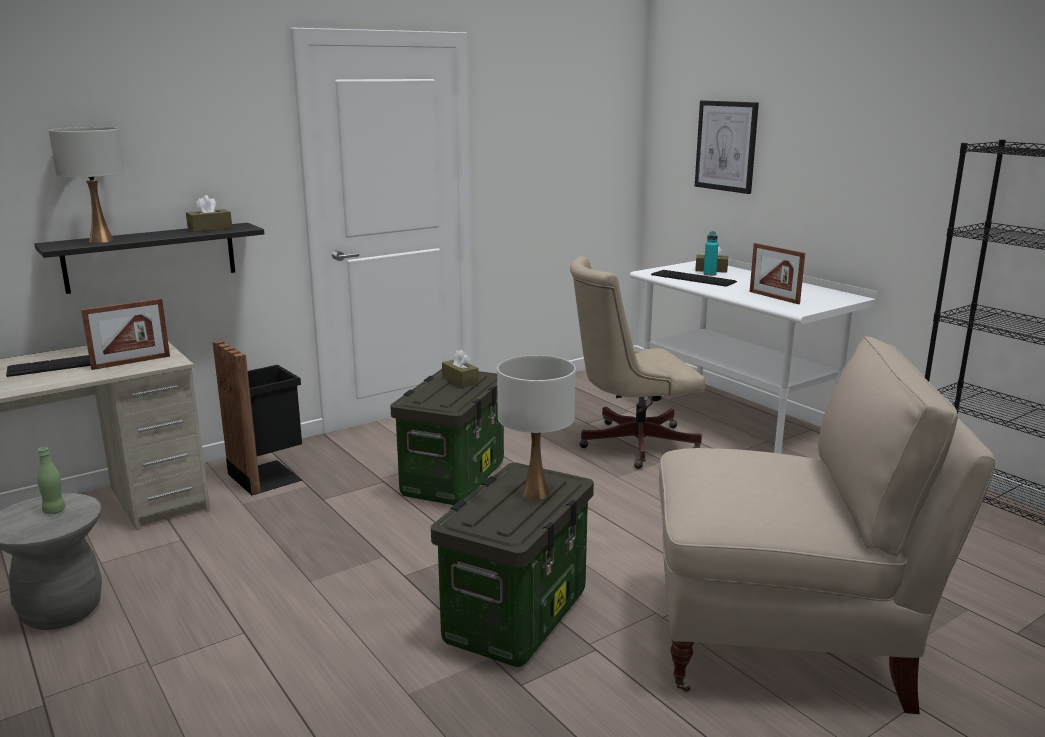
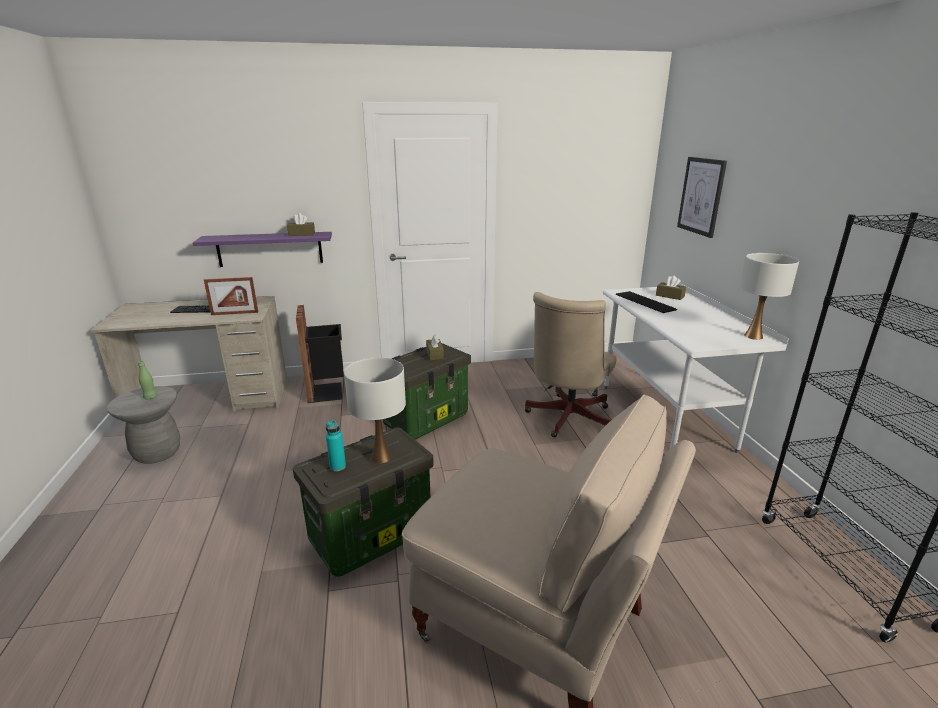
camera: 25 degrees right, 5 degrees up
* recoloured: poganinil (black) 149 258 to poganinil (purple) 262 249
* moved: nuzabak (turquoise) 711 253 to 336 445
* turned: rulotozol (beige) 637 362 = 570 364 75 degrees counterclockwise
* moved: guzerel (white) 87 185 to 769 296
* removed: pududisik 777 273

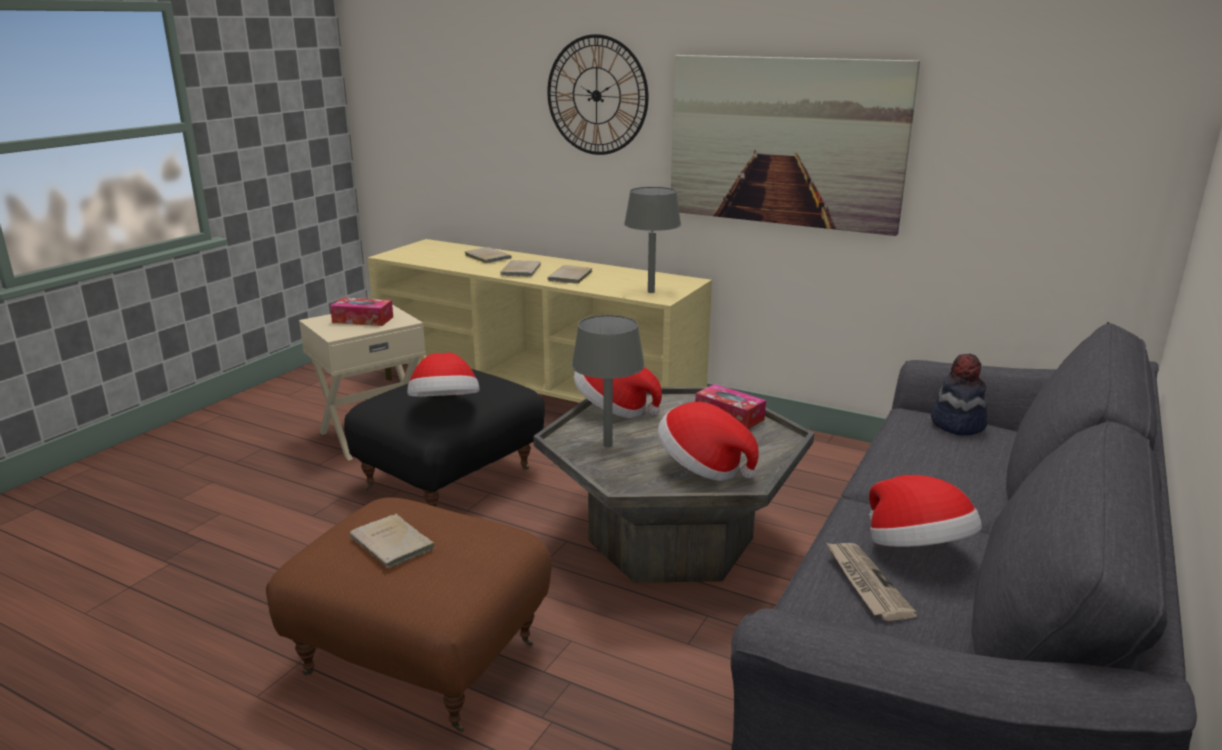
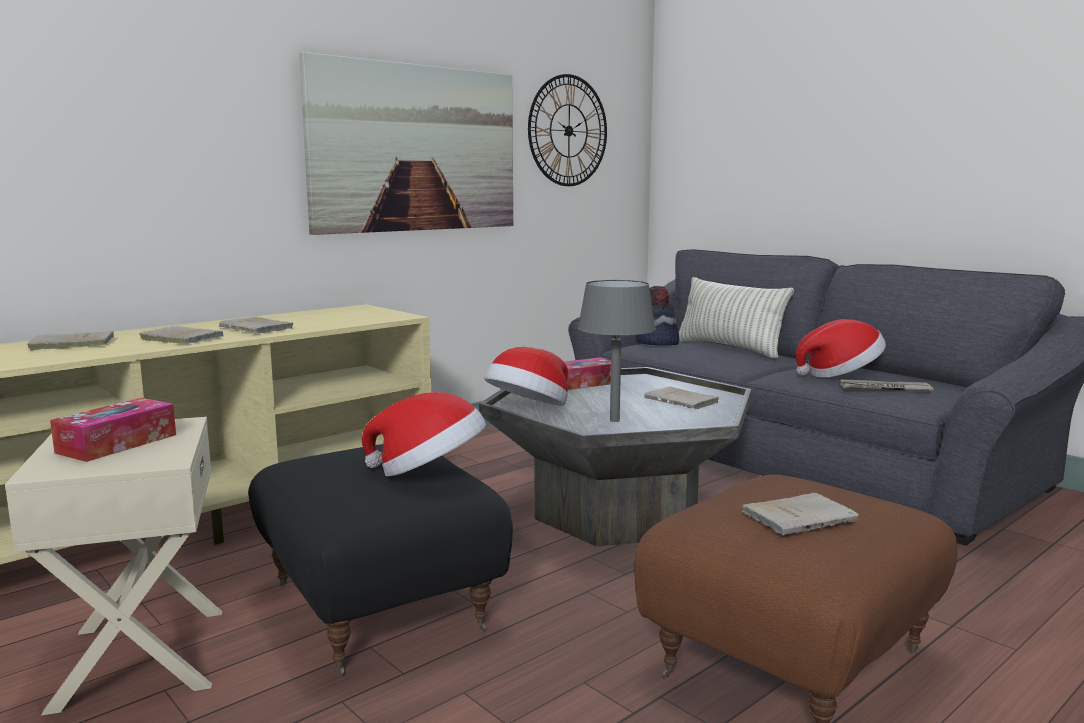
camera: 70 degrees left, 10 degrees down
* moved: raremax 598 94 to 567 130
* replaced: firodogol 708 441 to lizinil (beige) 681 398
* added: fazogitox 736 318
* removed: guzerel (grey) 652 240

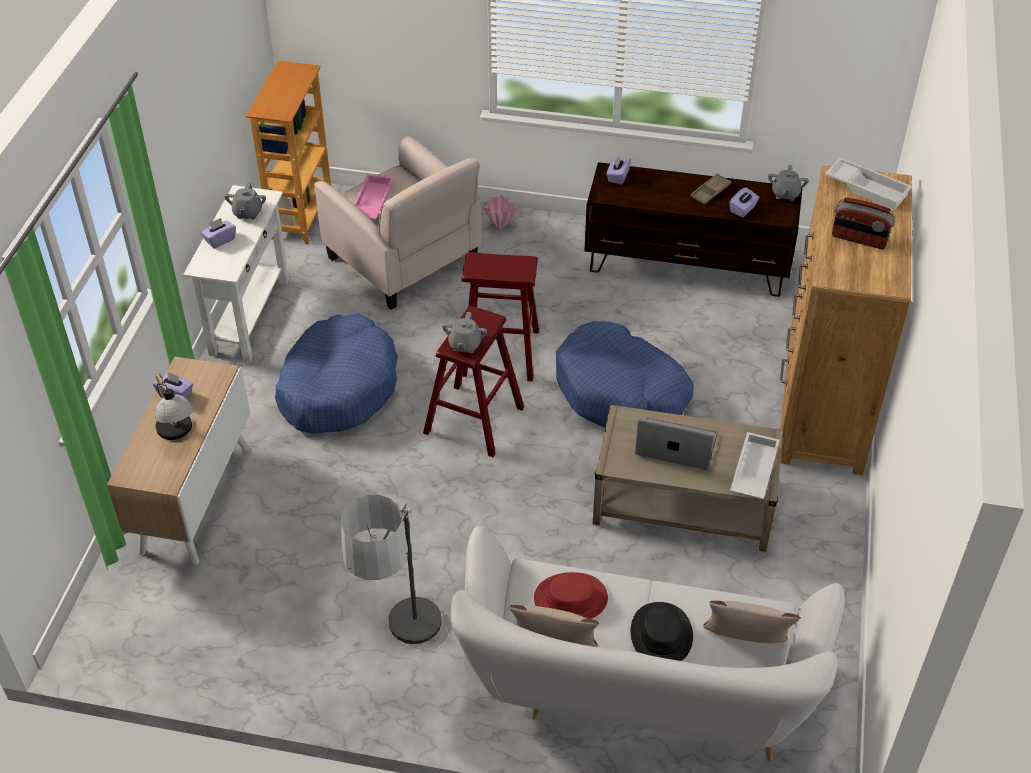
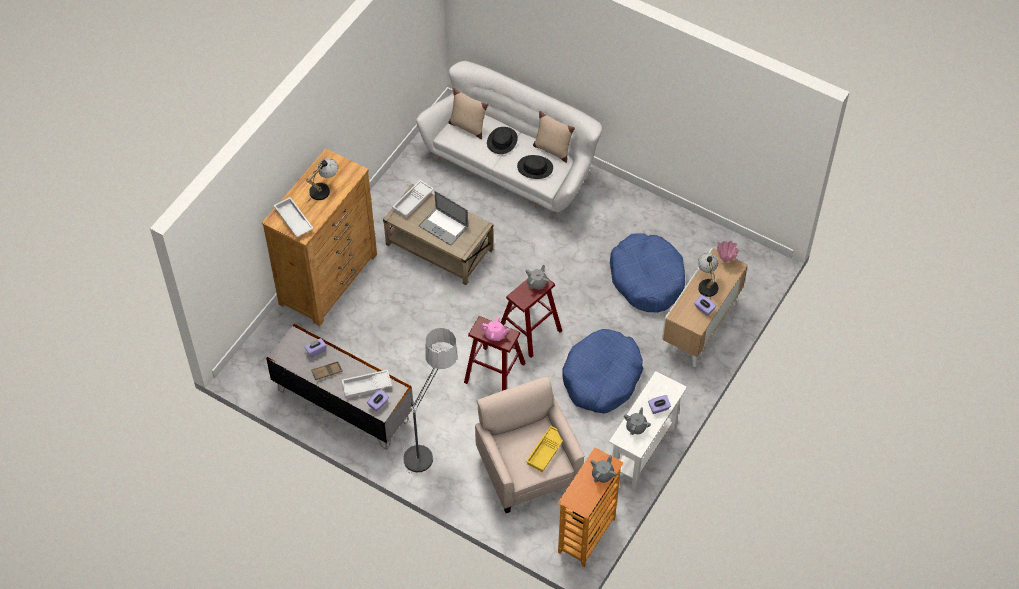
camera: 160 degrees left, 10 degrees up
* recoloured: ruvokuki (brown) 693 229 to ruvokuki (grey) 339 387
* replaced: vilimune 863 223 to guzerel 322 180
* added: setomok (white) 367 384
* moved: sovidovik 395 573 to 430 401
* added: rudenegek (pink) 495 328
* recoloured: firodogol (red) 571 595 to firodogol (black) 535 167
* recoloured: setomok (pink) 374 197 to setomok (yellow) 544 448
* moved: rudenegek (grey) 788 183 to 603 469
* moved: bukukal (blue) 625 374 to 647 273
* moved: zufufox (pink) 500 212 to 728 251

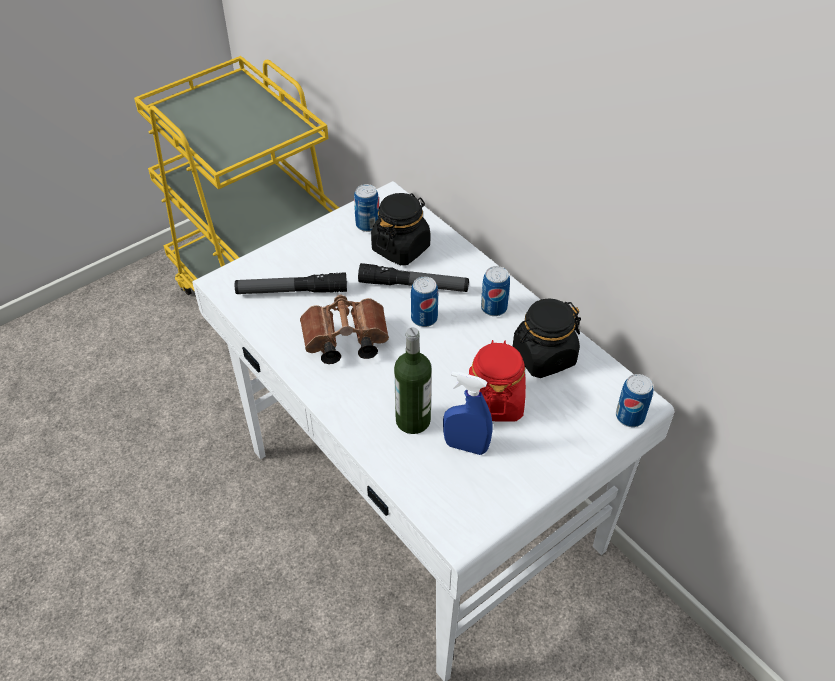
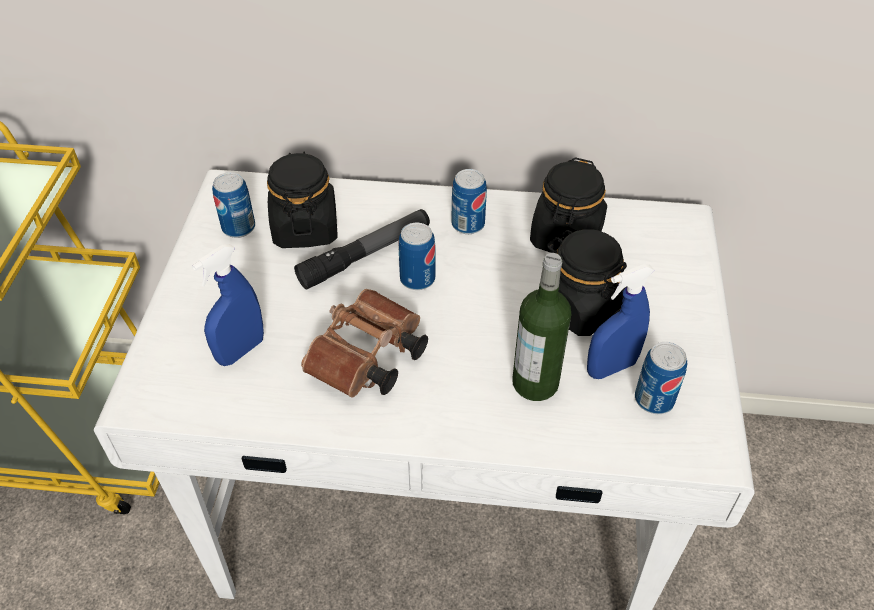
camera: 45 degrees left, 0 degrees up
* replaced: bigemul 291 283 to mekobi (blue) 228 305
* recoloured: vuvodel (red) 497 381 to vuvodel (black) 587 282
* moved: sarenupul 634 400 to 661 378

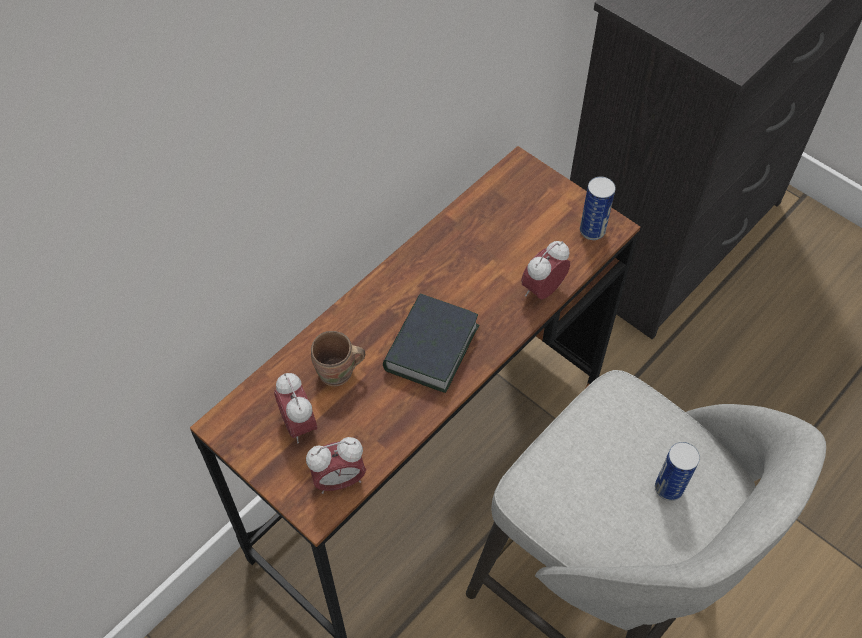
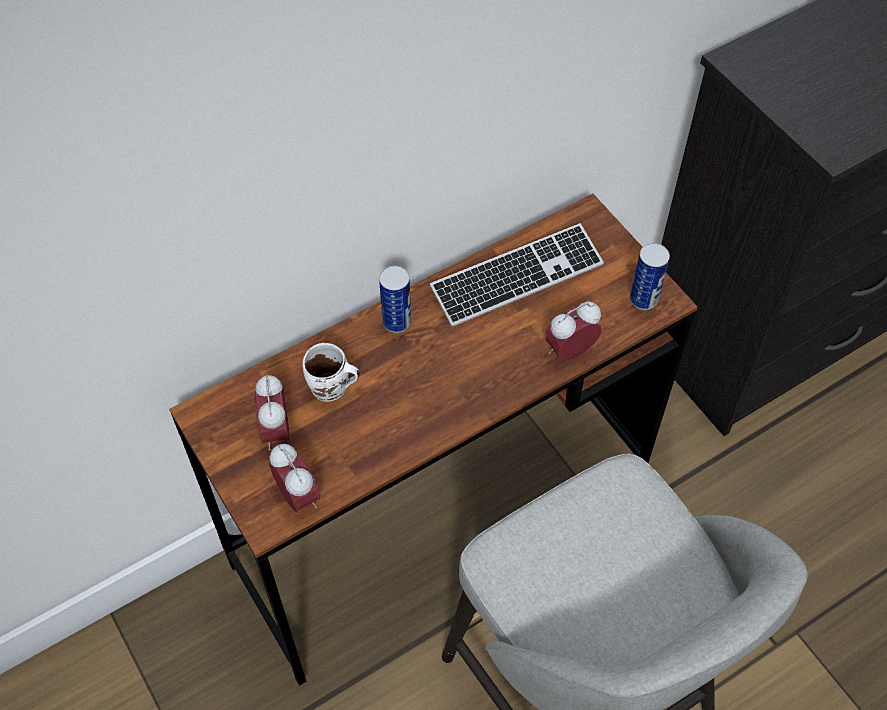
camera: 15 degrees right, 0 degrees up
* turned: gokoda 336 465 = 294 478 120 degrees counterclockwise
* recoloured: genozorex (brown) 338 358 to genozorex (white) 331 372
* moved: sarenupul 677 471 to 395 299
* added: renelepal 517 275
* removed: lizinil 431 343

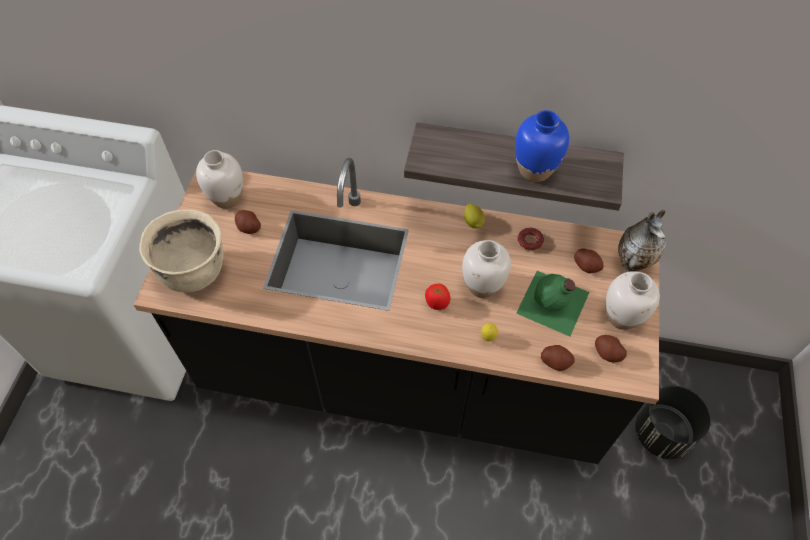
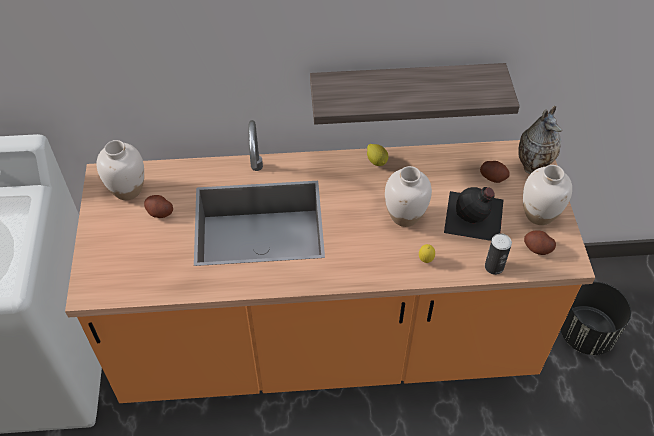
camera: 15 degrees left, 5 degrees down
* recoloured: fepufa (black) 396 311 to fepufa (orange) 330 261
* recoloured: nuzabak (green) 552 304 to nuzabak (black) 473 214
* replaced: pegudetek 558 358 to sarenupul 498 254
* removed: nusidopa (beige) 181 251
* removed: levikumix 437 297
* removed: zufufox (blue) 542 146
* removed: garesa 531 239

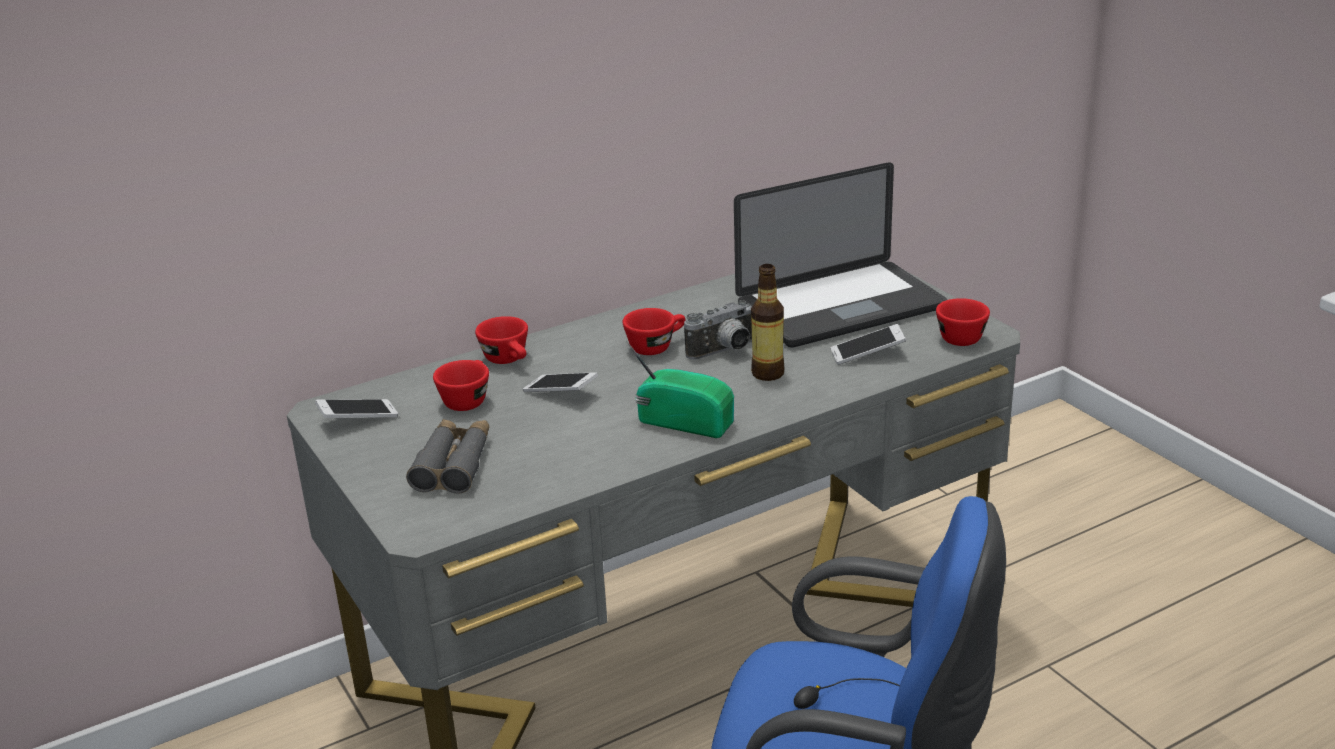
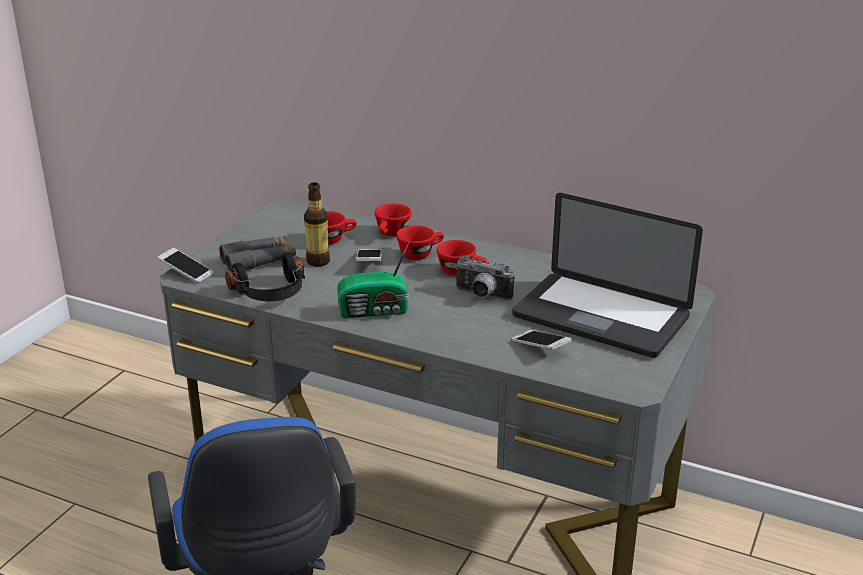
camera: 55 degrees right, 0 degrees up
* moved: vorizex 356 408 to 185 266
* added: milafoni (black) 265 276
* moved: nuzabak 767 322 to 317 224
* turned: vilimune 680 389 = 373 280 90 degrees clockwise
* moved: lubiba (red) 963 322 to 420 242

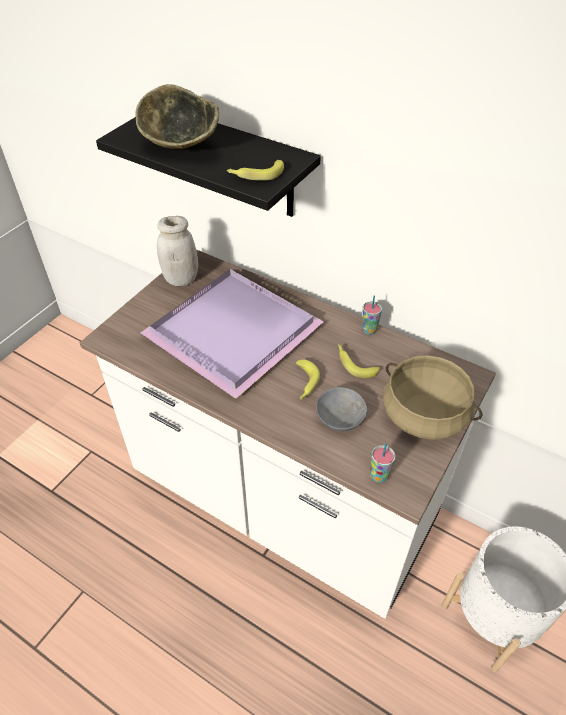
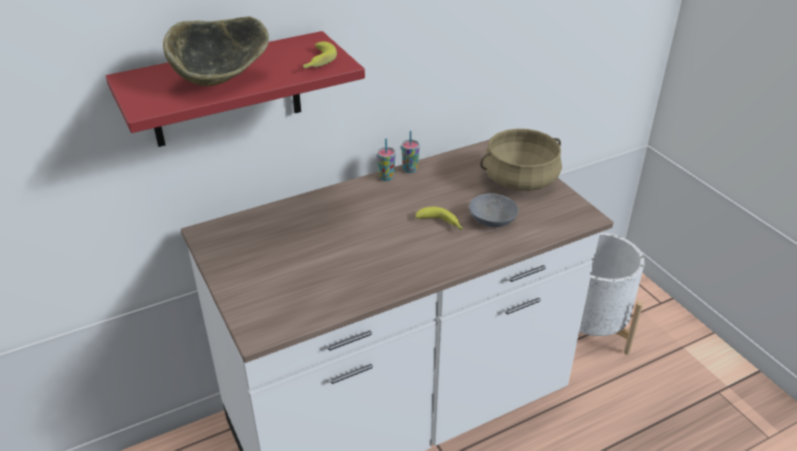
camera: 60 degrees left, 10 degrees down
* recoloured: poganinil (black) 208 167 to poganinil (red) 235 89
* moved: lubiba 383 463 to 386 159
* removed: setomok (purple) 232 334
* removed: vuvodel (white) 177 251
* removed: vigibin 358 361

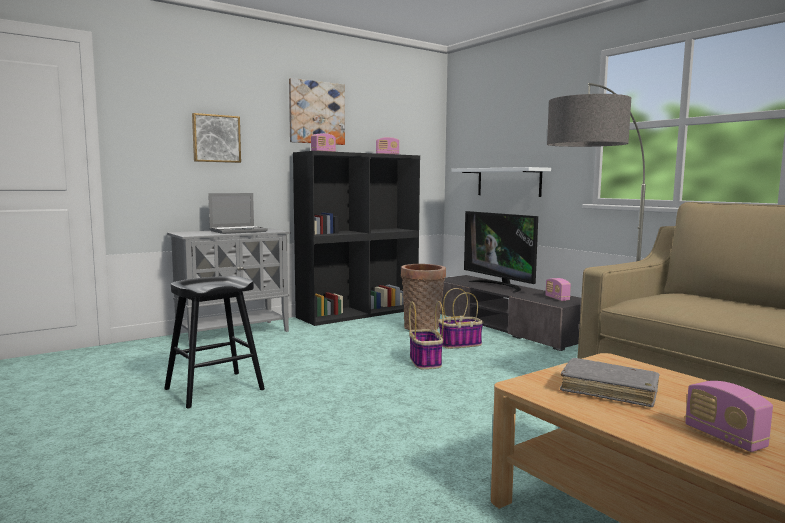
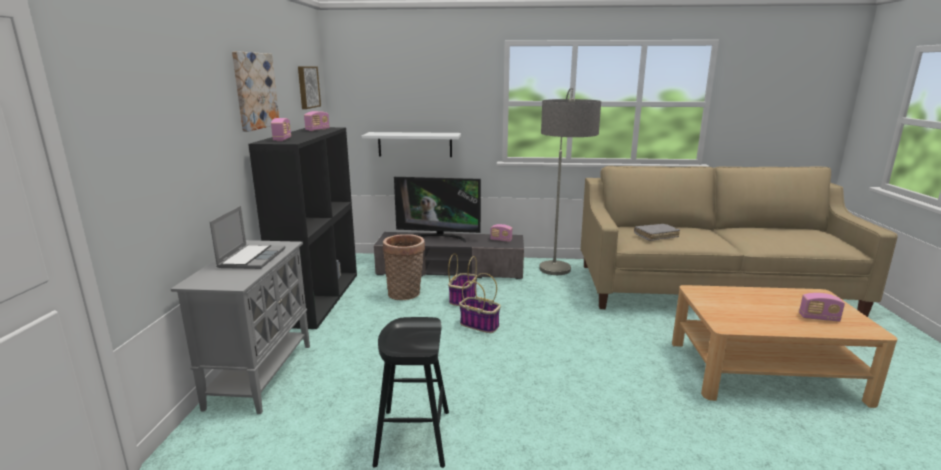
camera: 50 degrees left, 10 degrees up
* moved: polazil 216 138 to 309 87
* moved: lizinil (grey) 610 382 to 657 232

